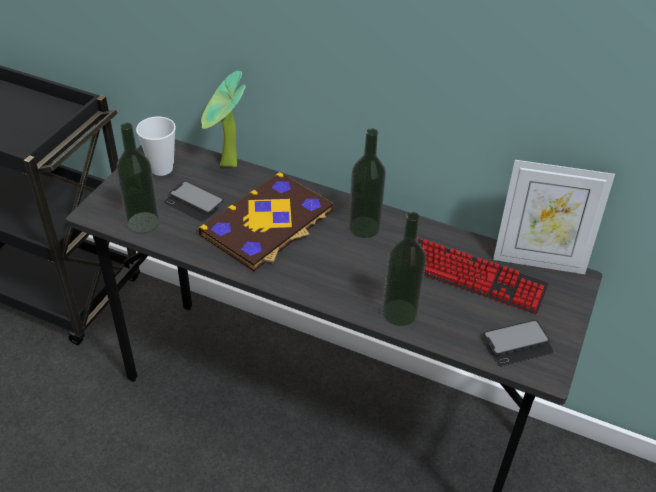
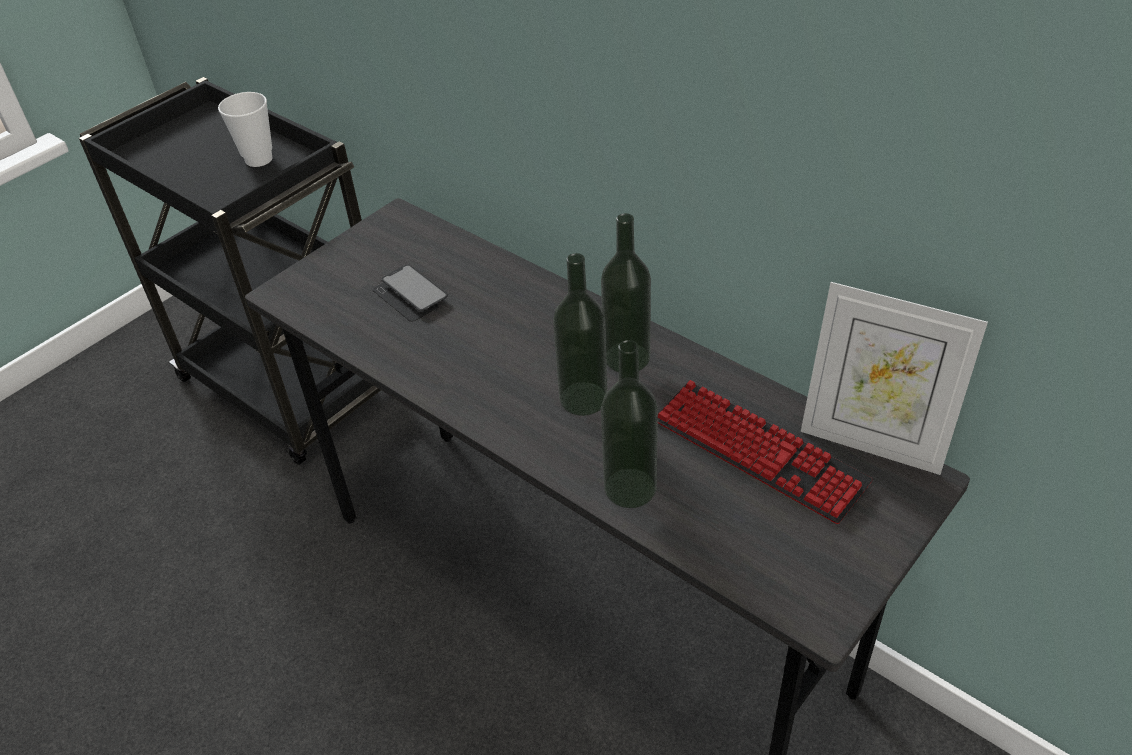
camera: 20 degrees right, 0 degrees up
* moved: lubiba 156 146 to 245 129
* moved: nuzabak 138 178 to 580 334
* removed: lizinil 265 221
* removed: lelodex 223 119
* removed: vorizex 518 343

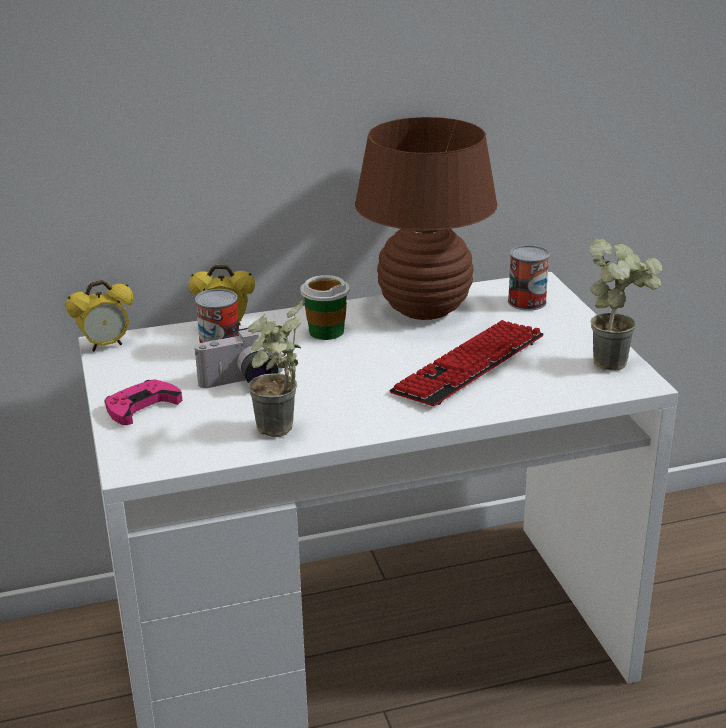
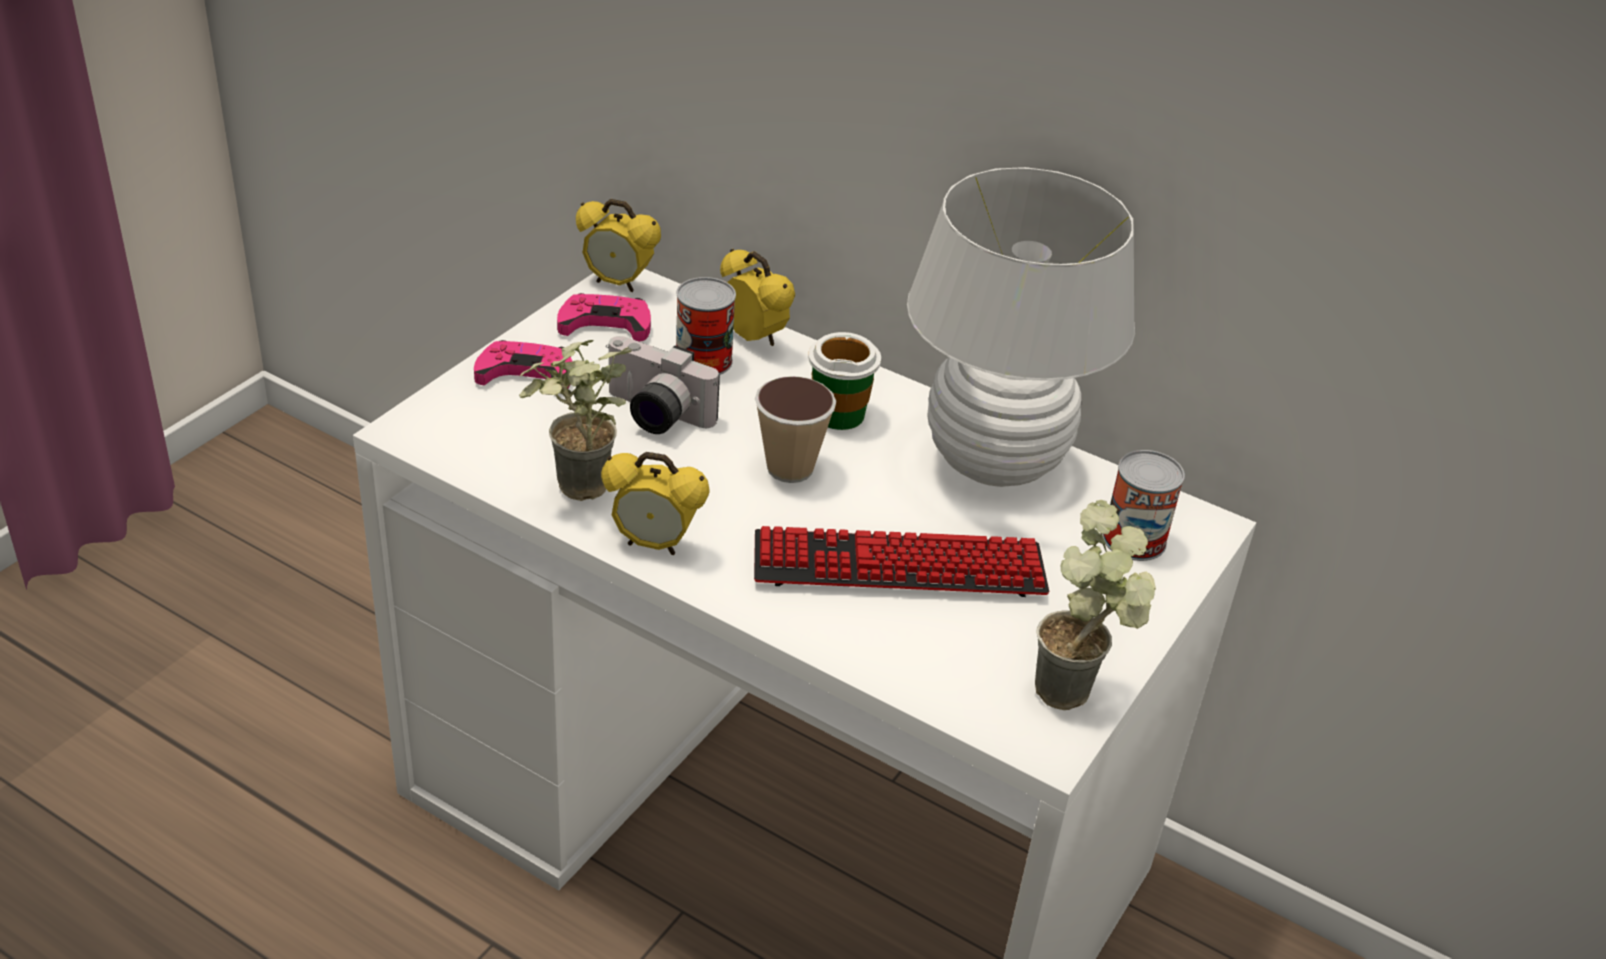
camera: 45 degrees right, 10 degrees up
* added: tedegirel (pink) 604 317
* added: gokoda 655 503
* added: lubiba 795 429
* recoloured: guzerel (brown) 426 218 to guzerel (white) 1021 327

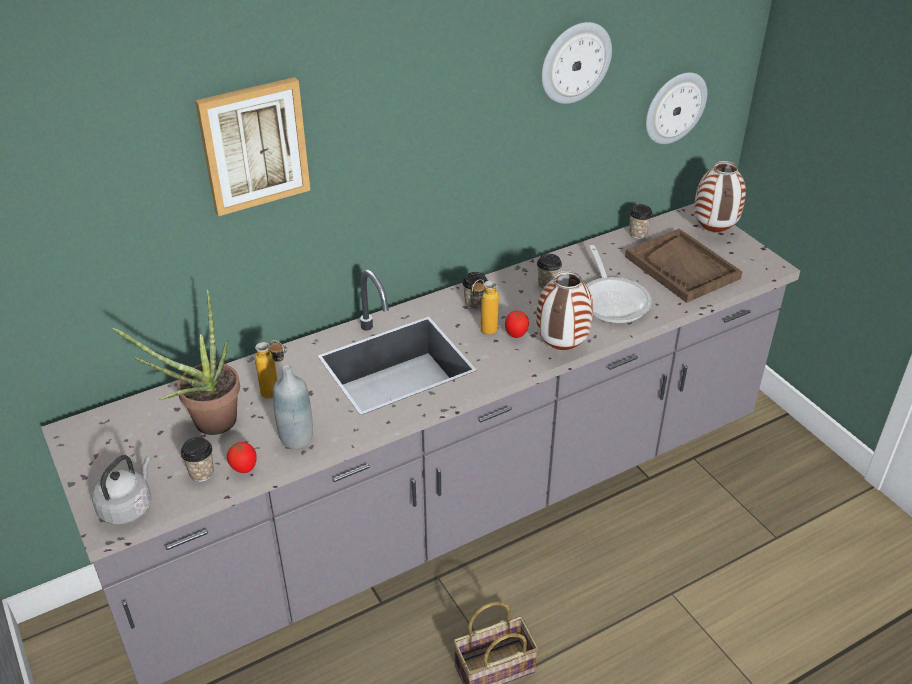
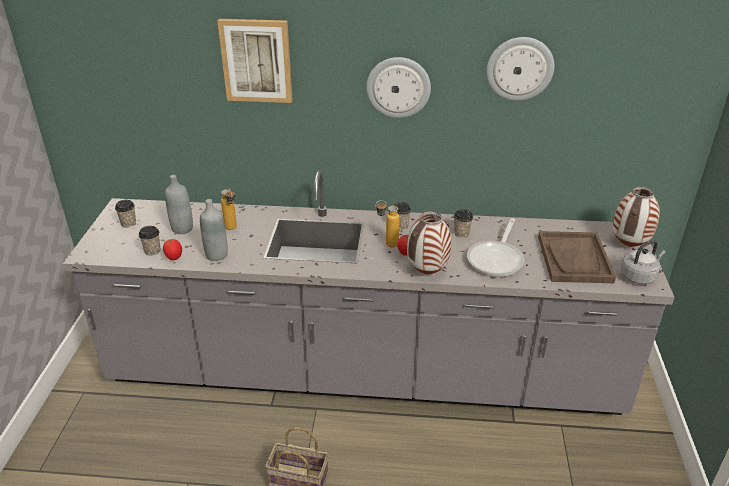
camera: 35 degrees right, 5 degrees down
* moved: lubiba 641 221 to 125 214
* replaced: lelodex 176 362 to nuzabak (grey) 179 204
* moved: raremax 676 108 to 398 87
* moved: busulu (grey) 122 490 to 643 262

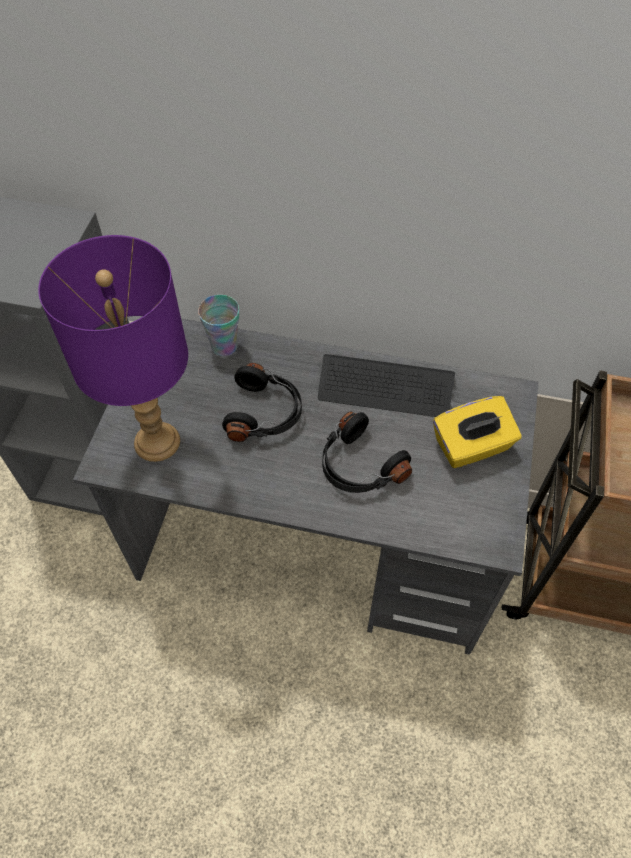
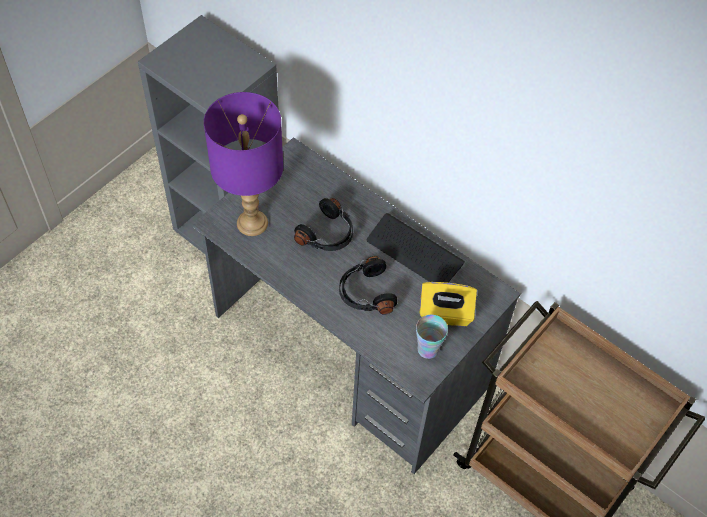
camera: 25 degrees right, 0 degrees up
* moved: lubiba 218 325 to 432 337

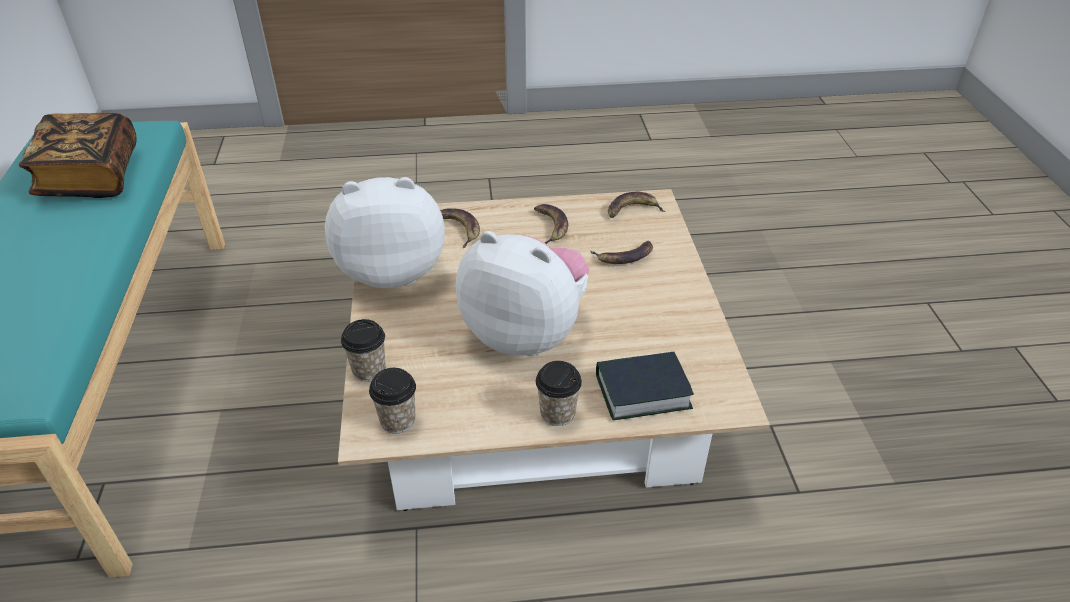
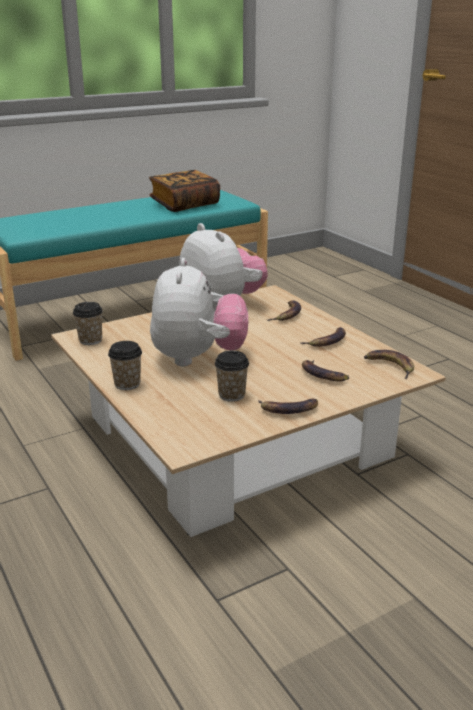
camera: 65 degrees right, 15 degrees down
* moved: lubiba 363 350 to 232 376
* added: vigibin 288 406
* removed: lizinil 645 386

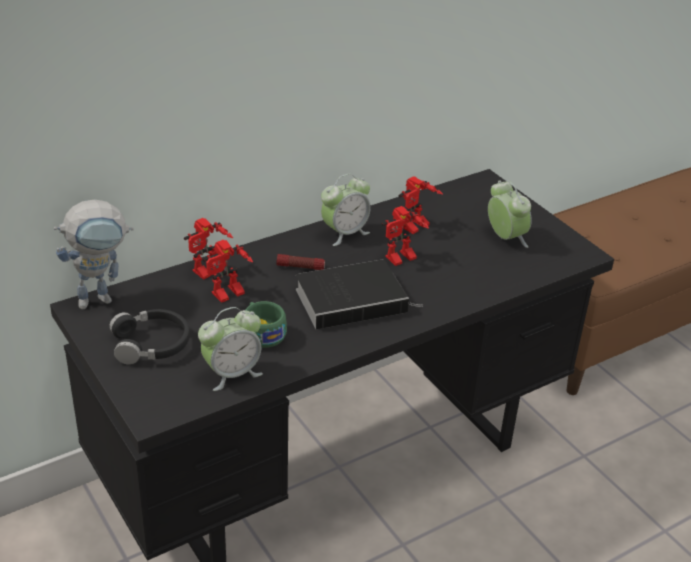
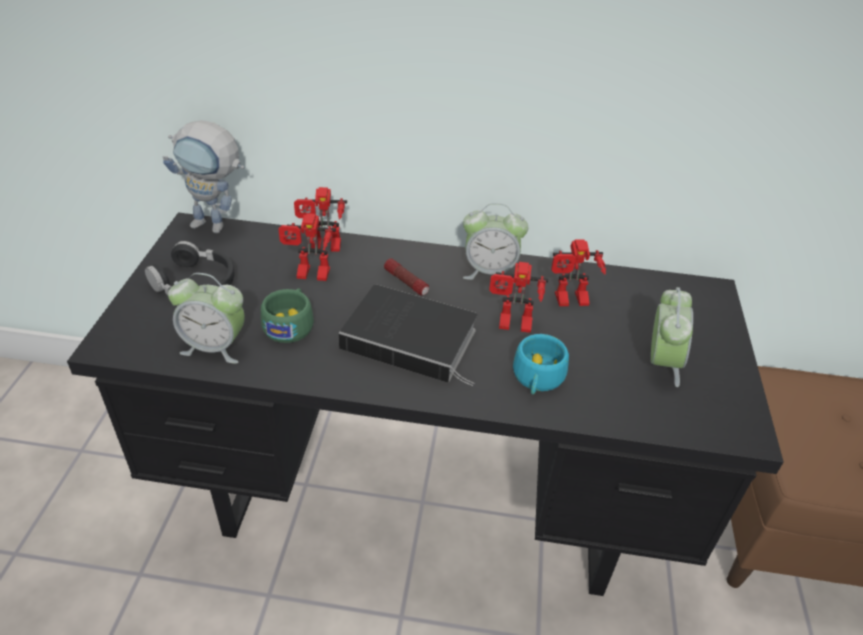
camera: 40 degrees right, 5 degrees up
* added: lubiba (turquoise) 541 364

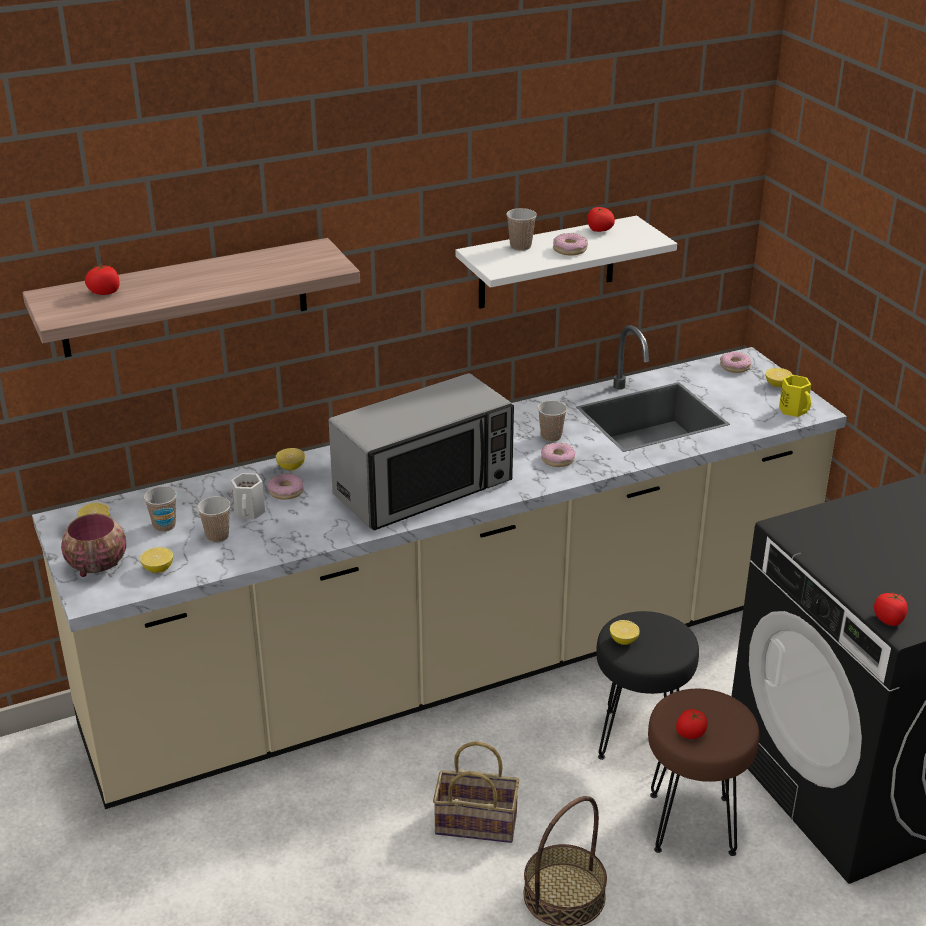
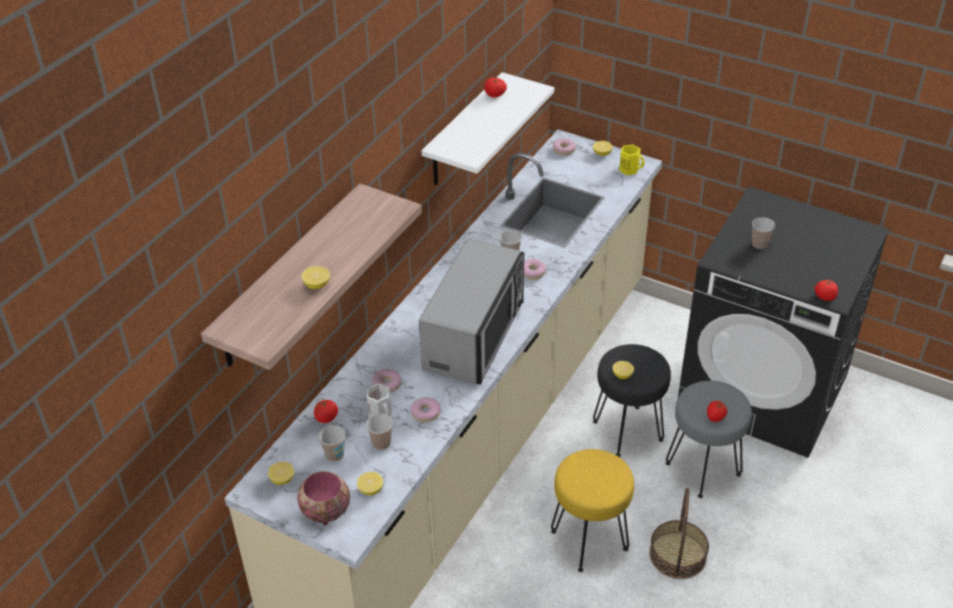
camera: 35 degrees left, 10 degrees up
* moved: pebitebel 290 459 to 315 277
* moved: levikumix 102 279 to 326 411
* moved: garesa 570 244 to 425 409
* replaced: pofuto 476 792 to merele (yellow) 592 510
* recoloured: merele (brown) 703 772 to merele (grey) 709 439
* moved: lubiba 521 229 to 763 233

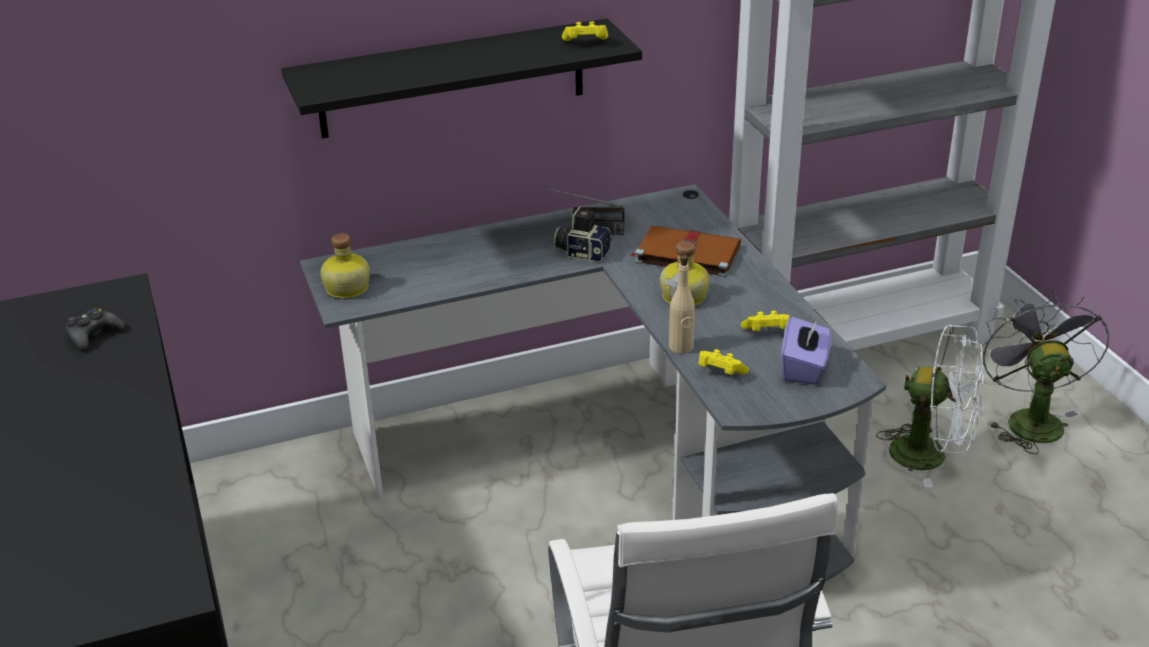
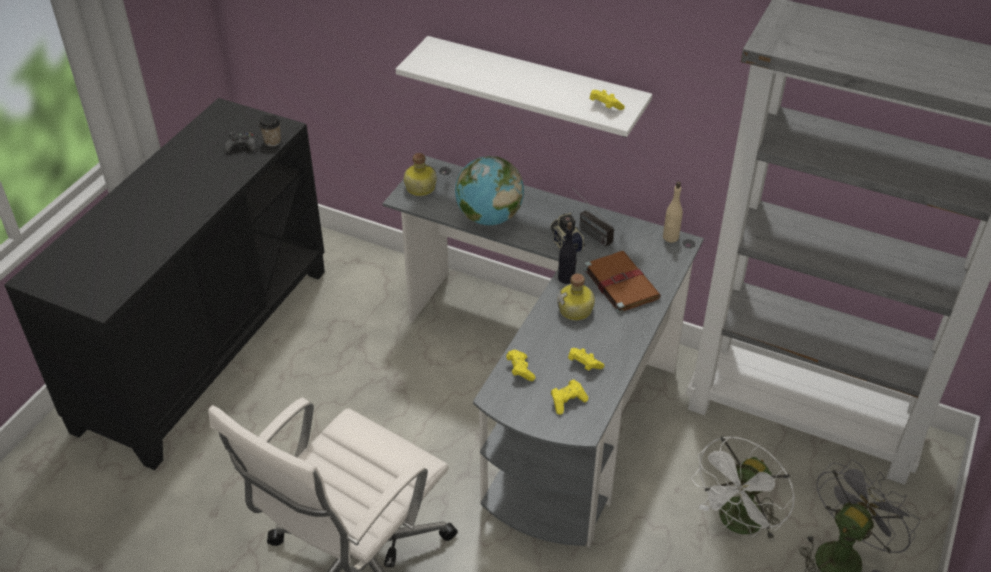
camera: 45 degrees right, 10 degrees up
* added: lubiba 270 131
* recoloured: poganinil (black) 462 78 to poganinil (white) 524 86
* added: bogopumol 489 190
* replaced: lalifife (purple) 806 351 to tedegirel (yellow) 570 397
* added: nuzabak (black) 567 253
* moved: nuzabak (beige) 682 304 to 673 212
* turned: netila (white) 930 405 = 743 488 60 degrees clockwise

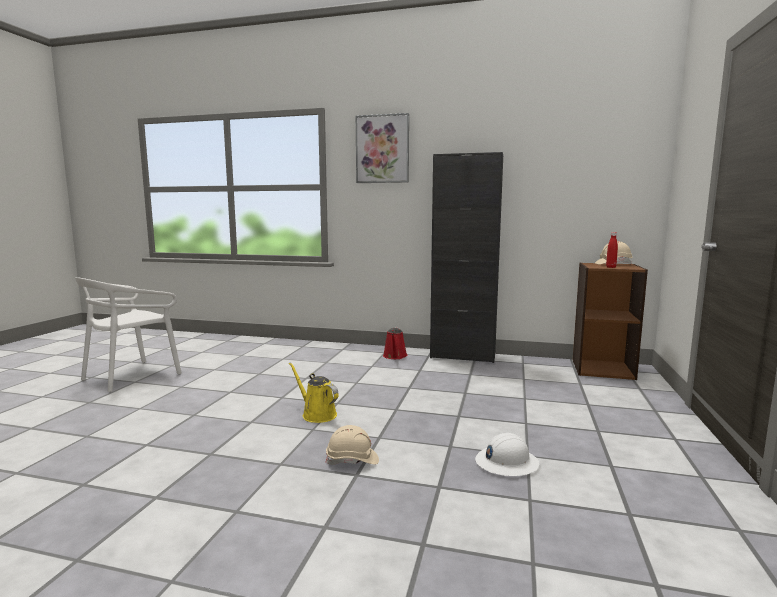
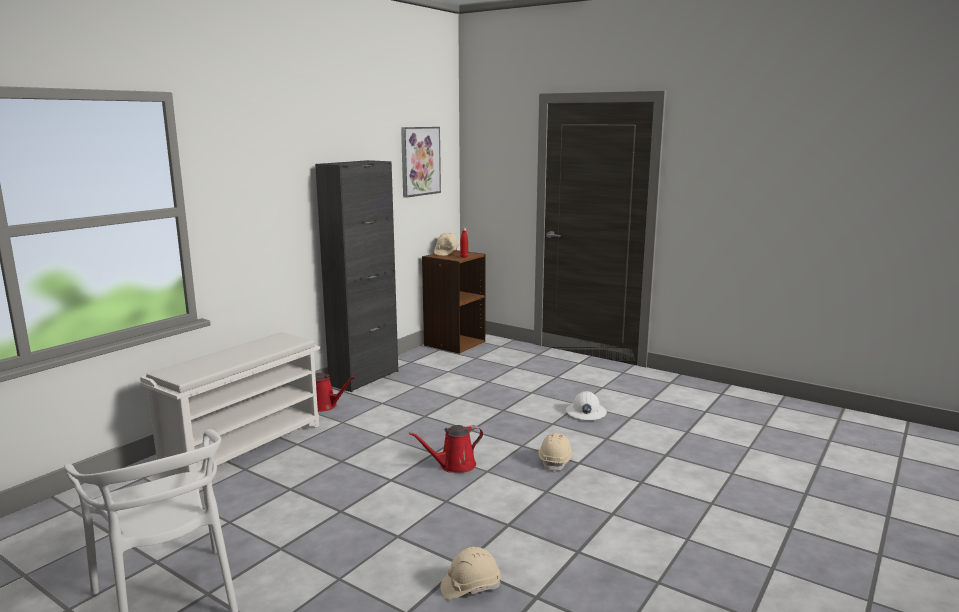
camera: 70 degrees left, 5 degrees up
* added: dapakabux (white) 230 402
* moved: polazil 382 148 to 421 162
* recoloured: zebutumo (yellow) 314 392 to zebutumo (red) 446 449
* added: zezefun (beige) 471 573

